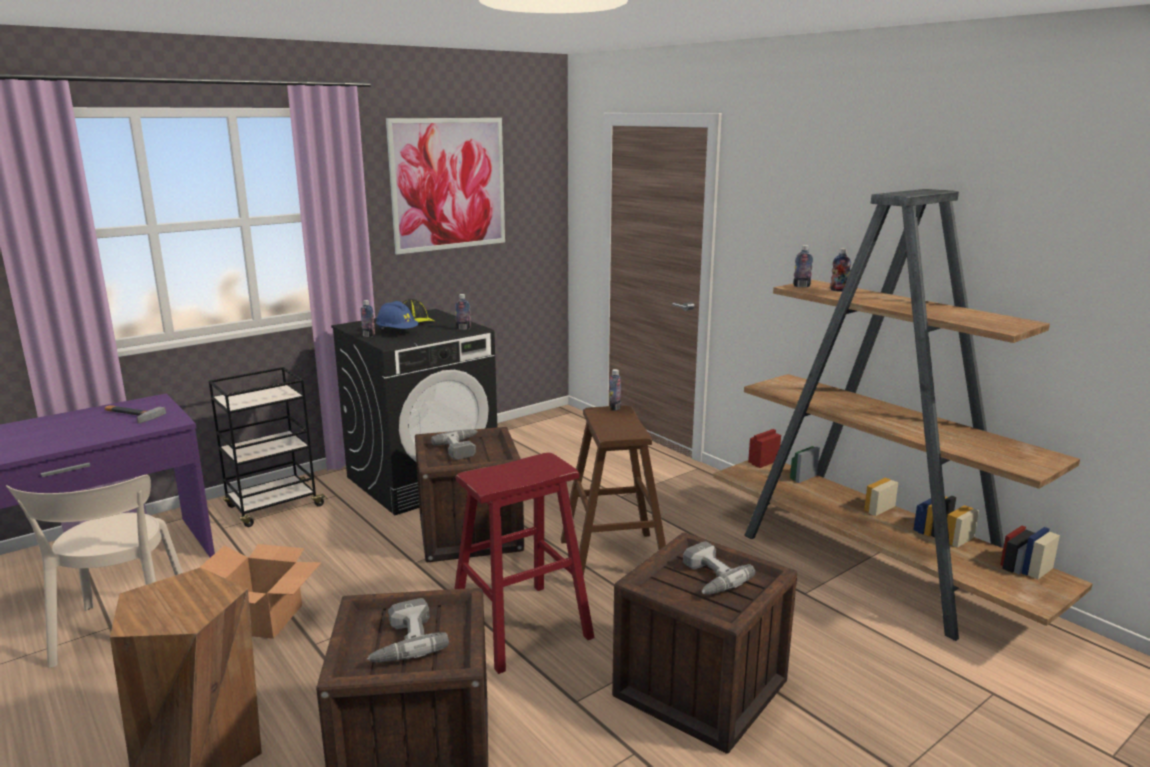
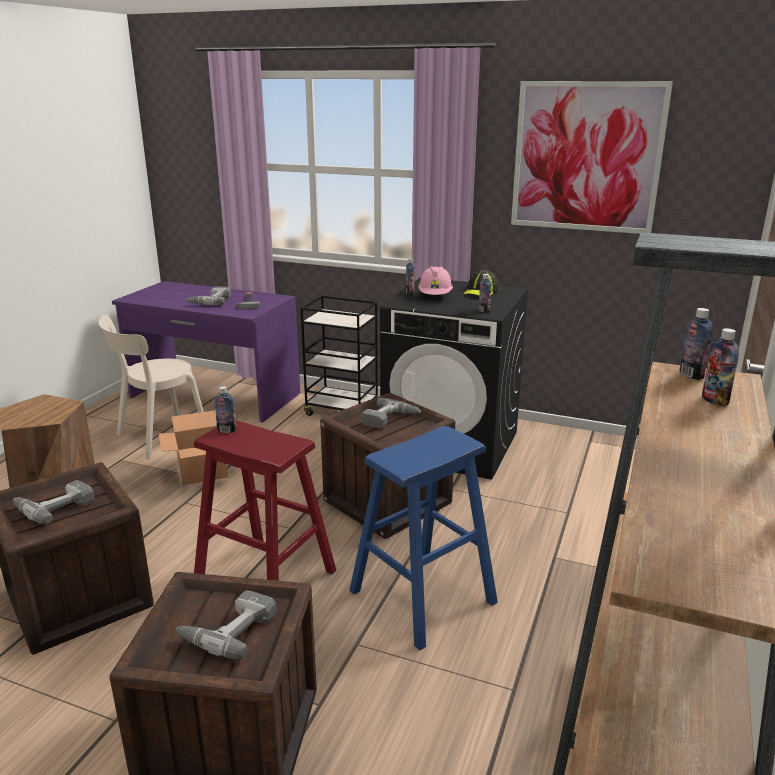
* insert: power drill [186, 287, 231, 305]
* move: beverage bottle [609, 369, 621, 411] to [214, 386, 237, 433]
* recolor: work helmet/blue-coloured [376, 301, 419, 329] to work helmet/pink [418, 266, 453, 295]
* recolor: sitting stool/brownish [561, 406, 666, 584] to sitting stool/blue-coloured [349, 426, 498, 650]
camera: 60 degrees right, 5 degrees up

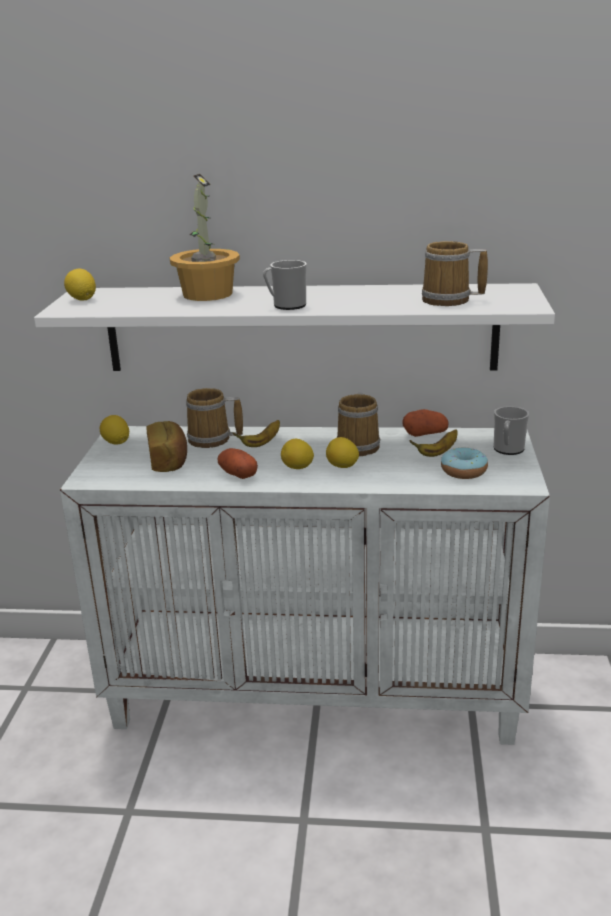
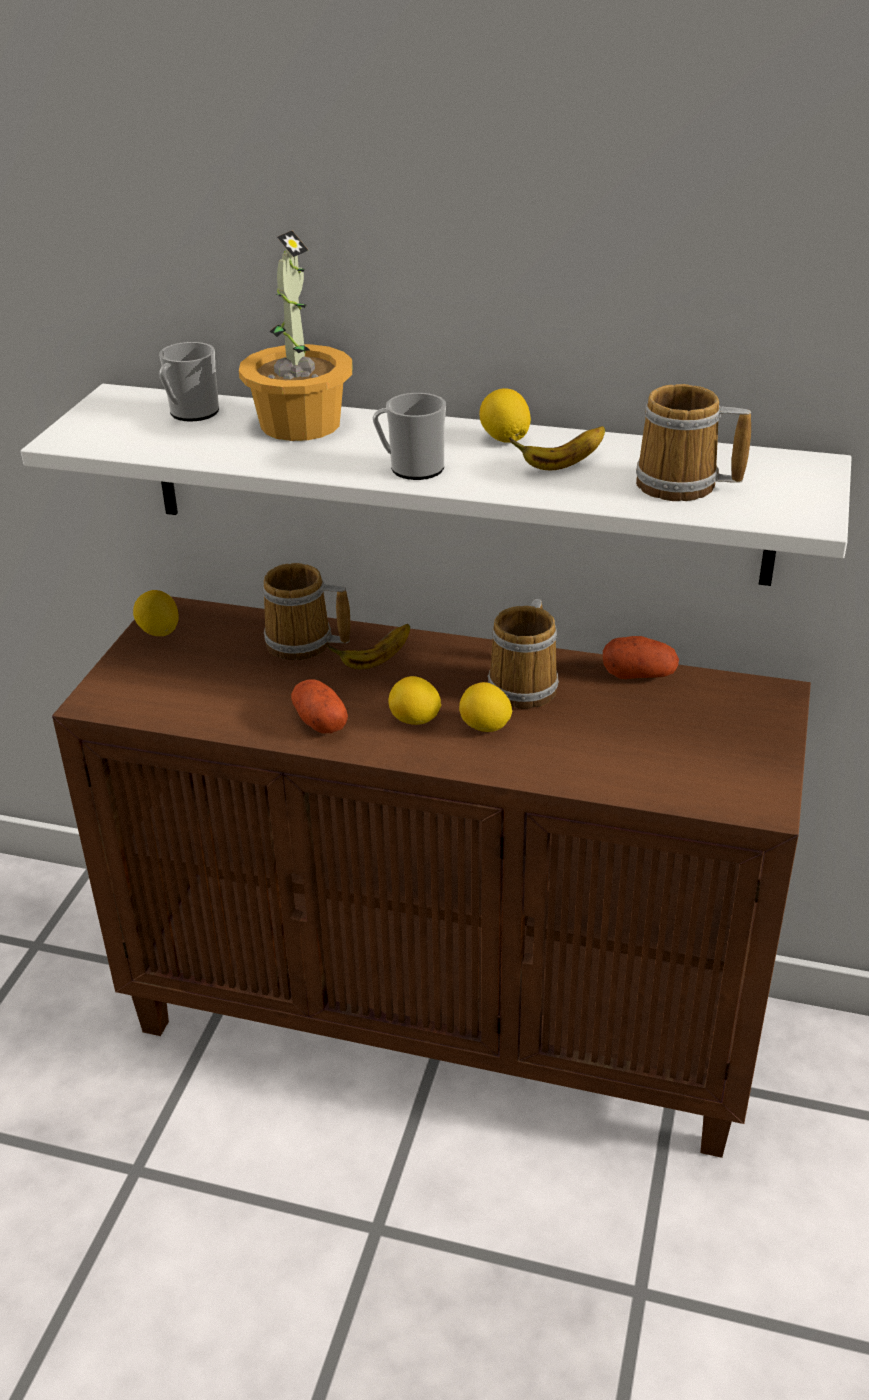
* delete: baked bread [146, 421, 187, 472]
* delete: doughnut [441, 447, 488, 479]
* move: lemon [64, 269, 96, 300] to [479, 388, 531, 443]
* move: banana [409, 429, 458, 457] to [509, 426, 605, 470]
* move: coffee mug [494, 406, 529, 455] to [159, 342, 219, 422]
* recolor: cabinet/white [60, 426, 550, 745] to cabinet/brownish [52, 596, 811, 1158]
camera: 10 degrees right, 10 degrees up

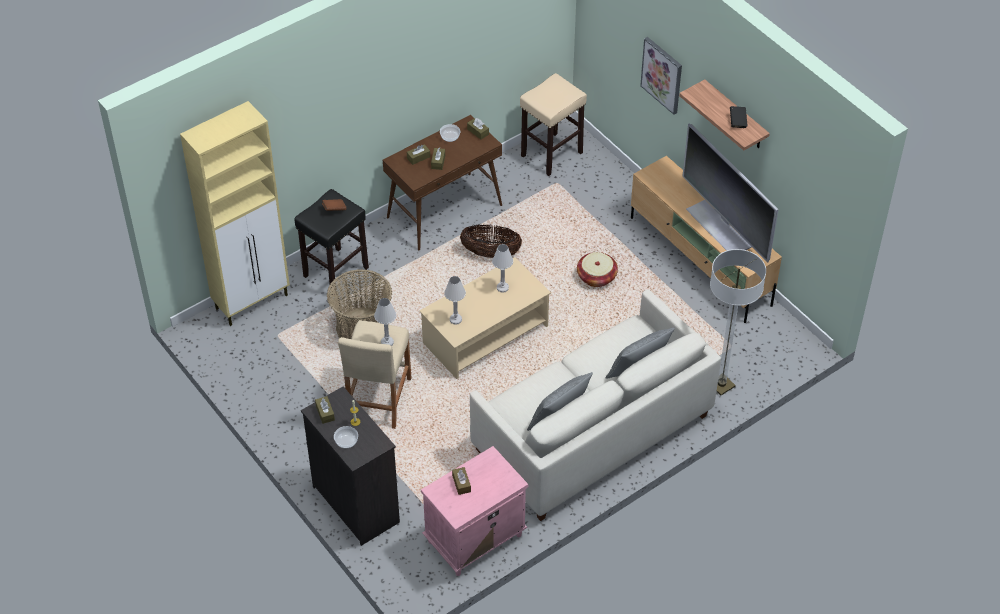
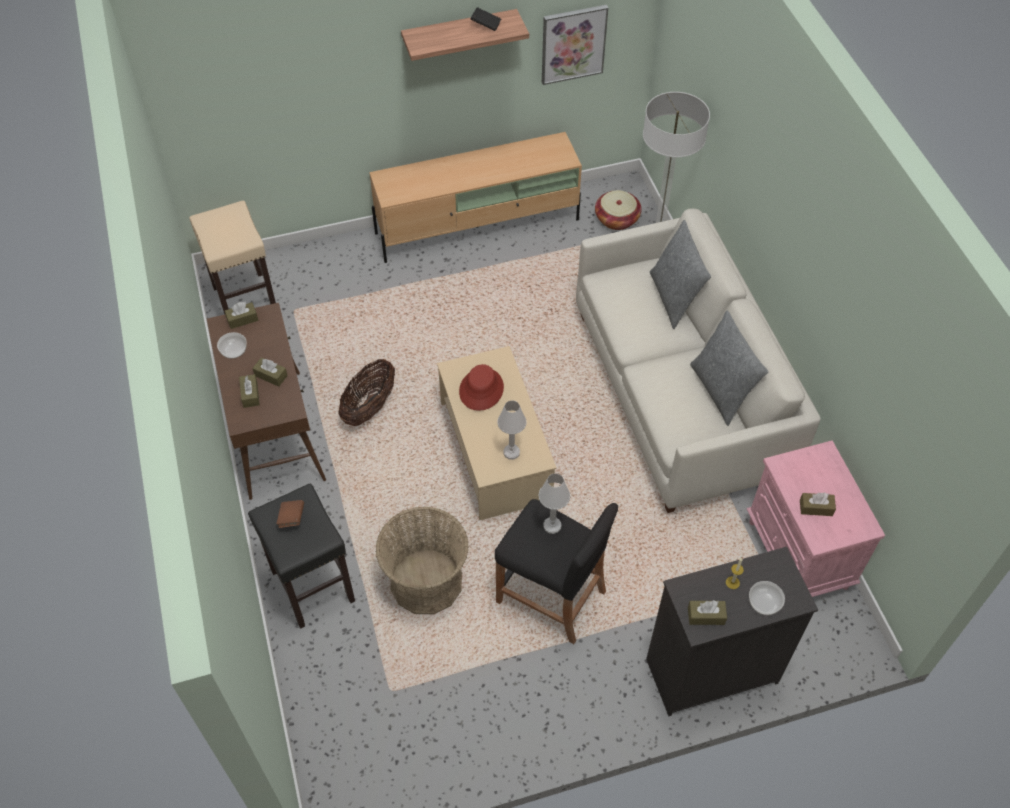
* delete: cabinet/beige-coloured [180, 101, 290, 326]
* delete: TV set [682, 124, 778, 263]
* move: household basket [577, 252, 618, 287] to [595, 190, 642, 230]
* move: picture [640, 37, 682, 115] to [542, 5, 608, 85]
* replace: lamp for a table/white [492, 244, 513, 293] to clothing hat/red-coloured [459, 364, 504, 411]
* recolor: sitting stool/beige-coloured [338, 320, 411, 429] to sitting stool/black [495, 499, 618, 644]
camera: 70 degrees left, 5 degrees up

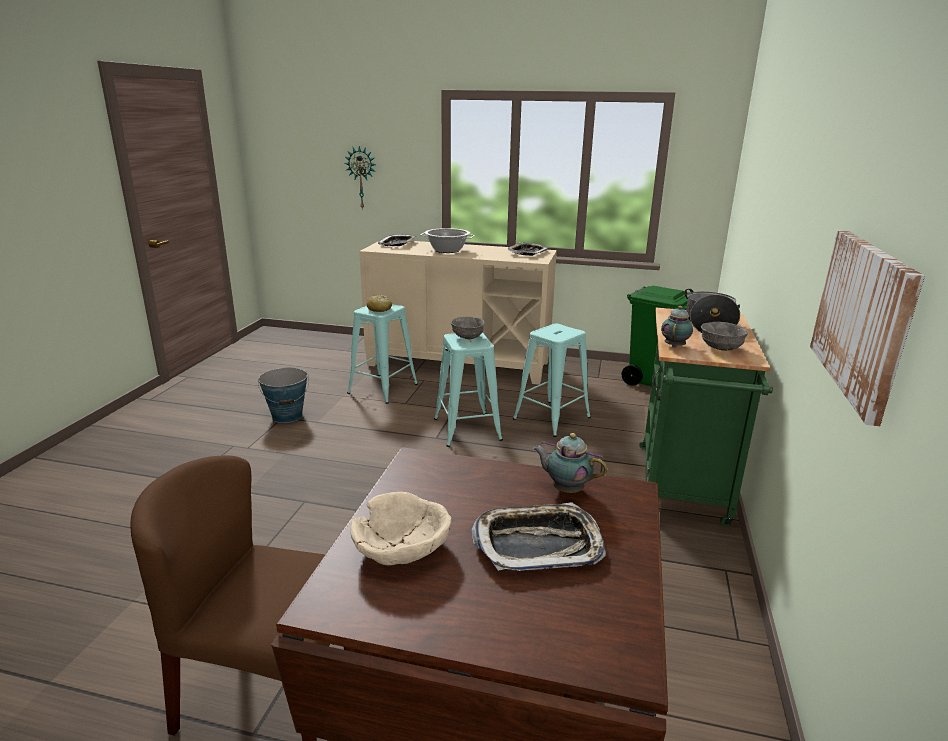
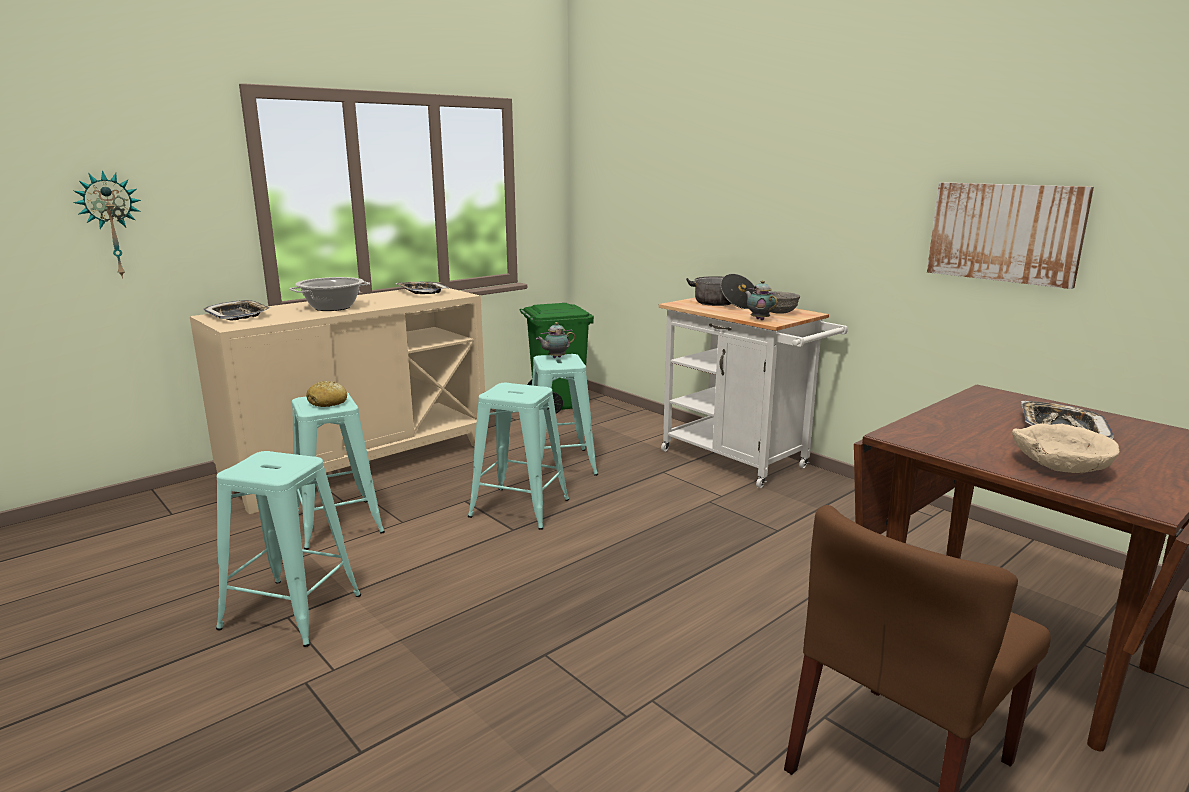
* delete: serving bowl/gray [451, 317, 485, 339]
* move: tea pot [533, 433, 607, 493] to [536, 322, 575, 358]
* replace: bucket [258, 368, 309, 423] to sitting stool/turquoise-coloured [216, 451, 361, 647]
* recolor: trolley/green [639, 308, 773, 527] to trolley/white [658, 298, 848, 488]
camera: 55 degrees left, 5 degrees down

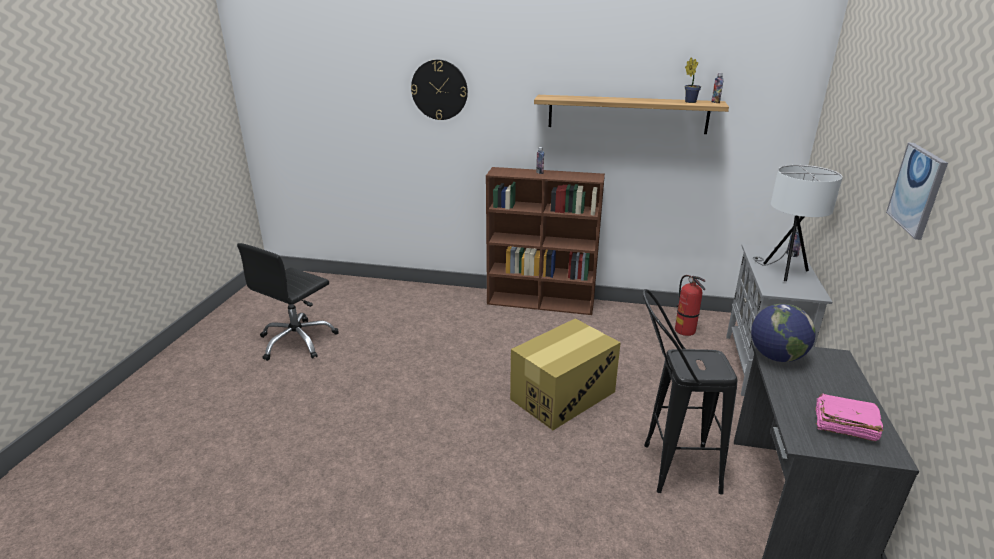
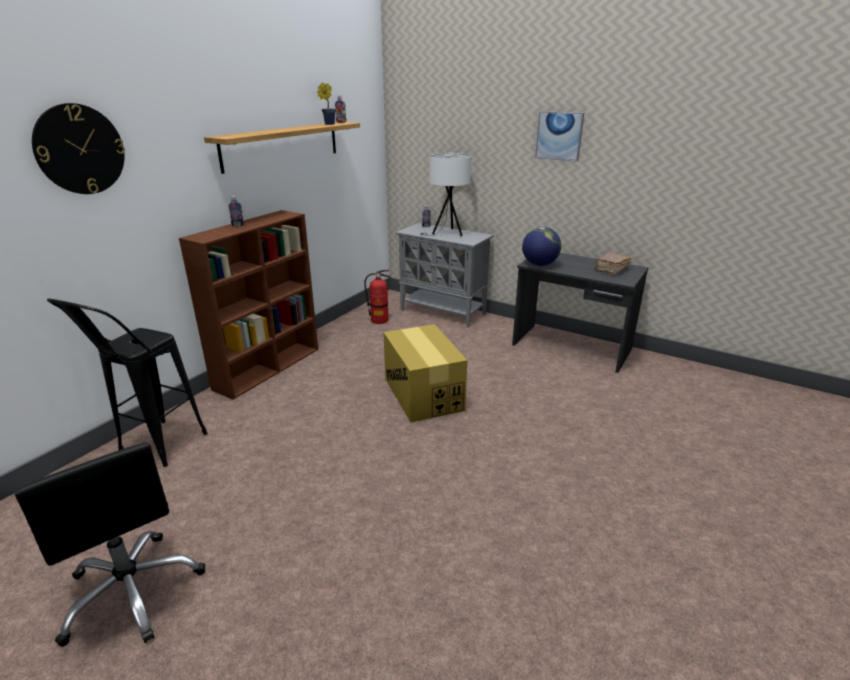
* move: sitting stool/black [642, 289, 738, 494] to [47, 298, 208, 467]
* recolor: book/pink [815, 393, 883, 441] to book/brownish [595, 252, 631, 275]
camera: 70 degrees left, 0 degrees up

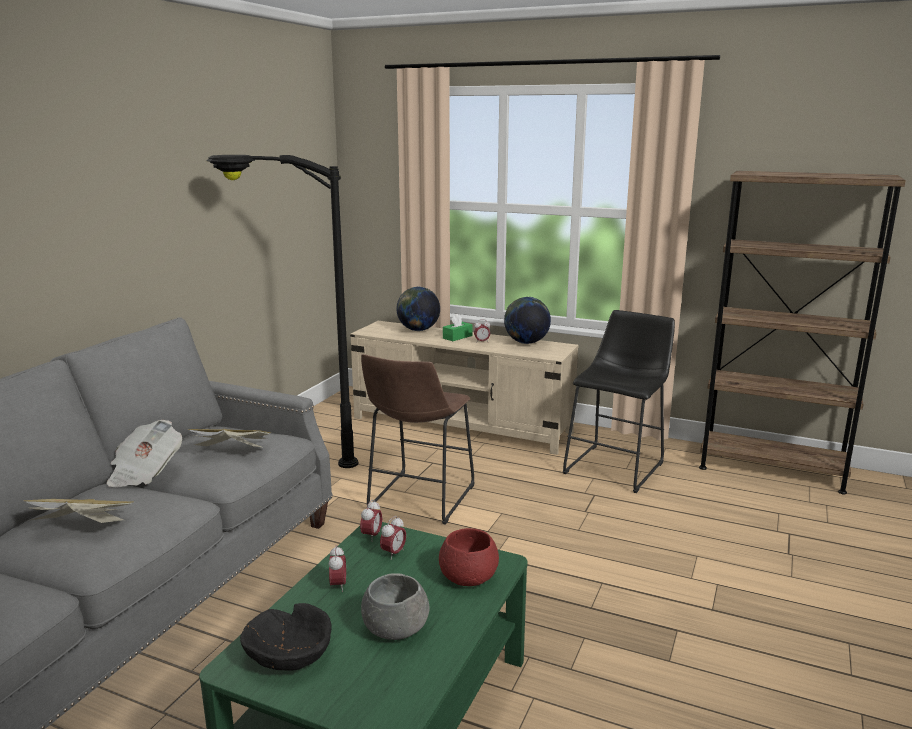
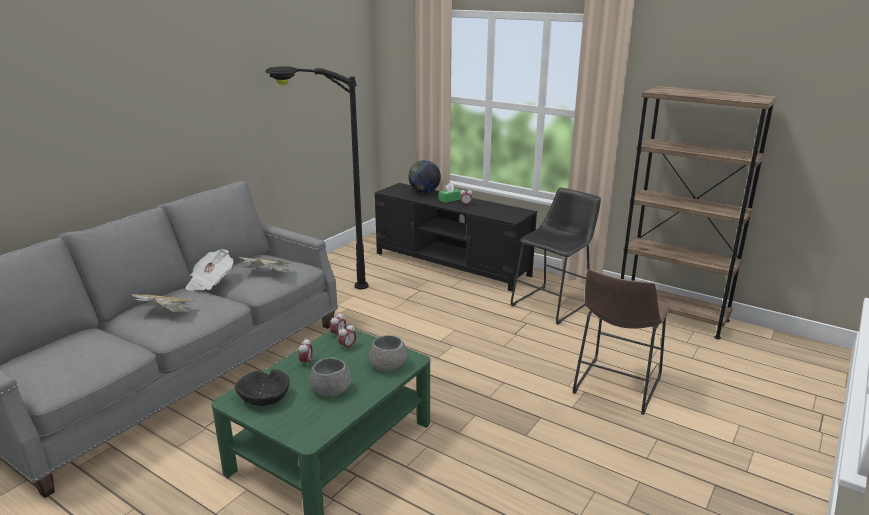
* delete: world globe [504, 297, 551, 344]
* move: sitting stool/brownish [361, 354, 475, 525] to [573, 269, 670, 415]
* recolor: media console/beige-coloured [350, 321, 579, 455] to media console/black [375, 183, 537, 292]
* recolor: serving bowl/red-coloured [439, 528, 499, 586] to serving bowl/gray [369, 335, 407, 371]
camera: 10 degrees right, 5 degrees up

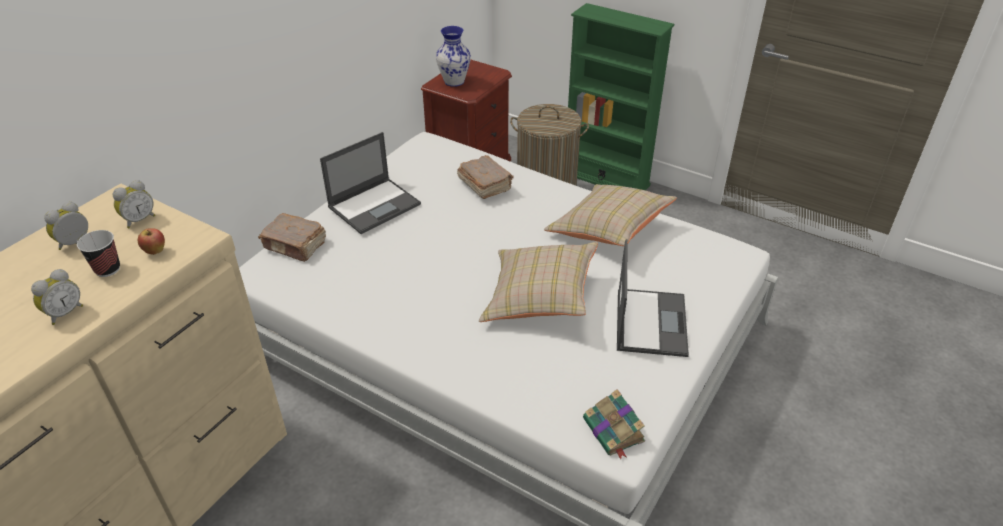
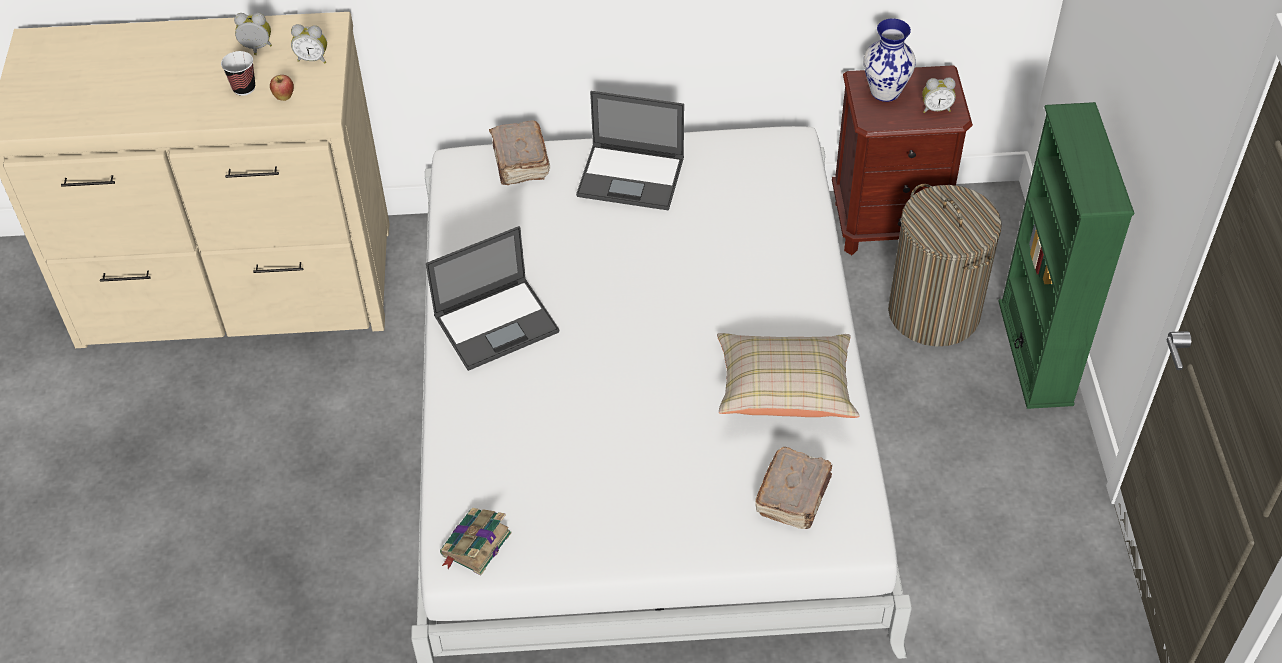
* delete: cushion/beige-coloured [479, 242, 598, 322]
* move: alarm clock [31, 269, 83, 325] to [922, 77, 956, 113]
* move: book/brownish [457, 155, 514, 199] to [755, 447, 832, 529]
* move: notebook computer [617, 239, 689, 357] to [426, 226, 560, 371]
camera: 55 degrees right, 10 degrees up

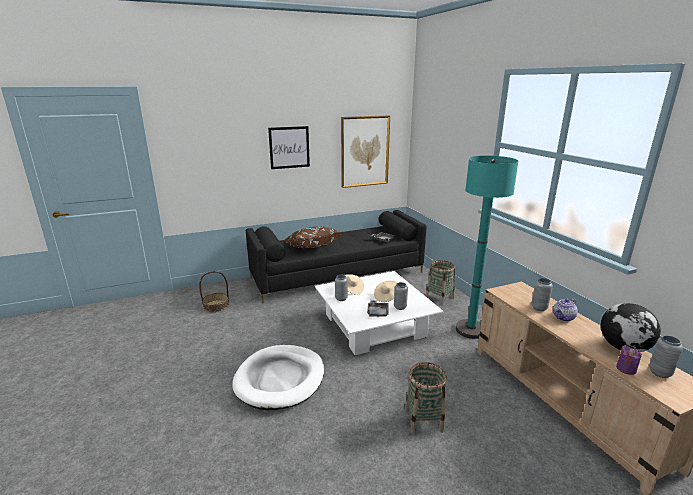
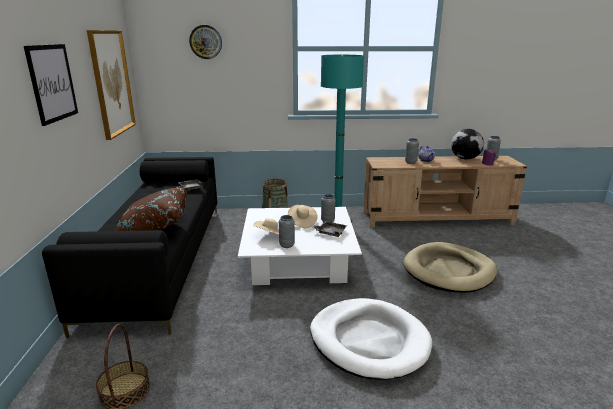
* insert: wall clock [189, 25, 222, 59]
* replace: household basket [405, 362, 447, 434] to pet bed/beige-coloured [403, 242, 497, 293]
camera: 70 degrees left, 0 degrees up

